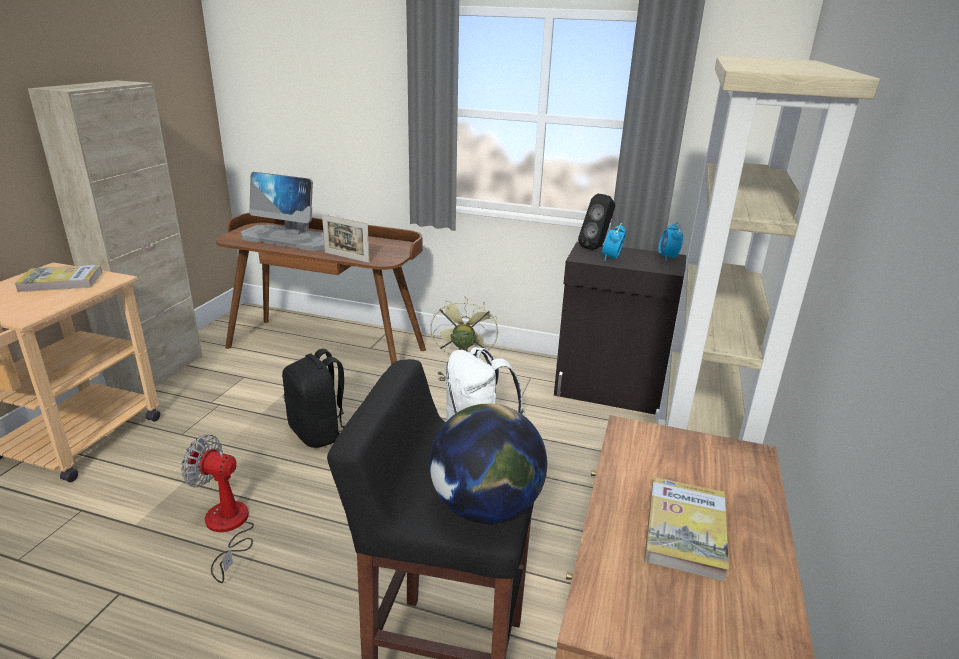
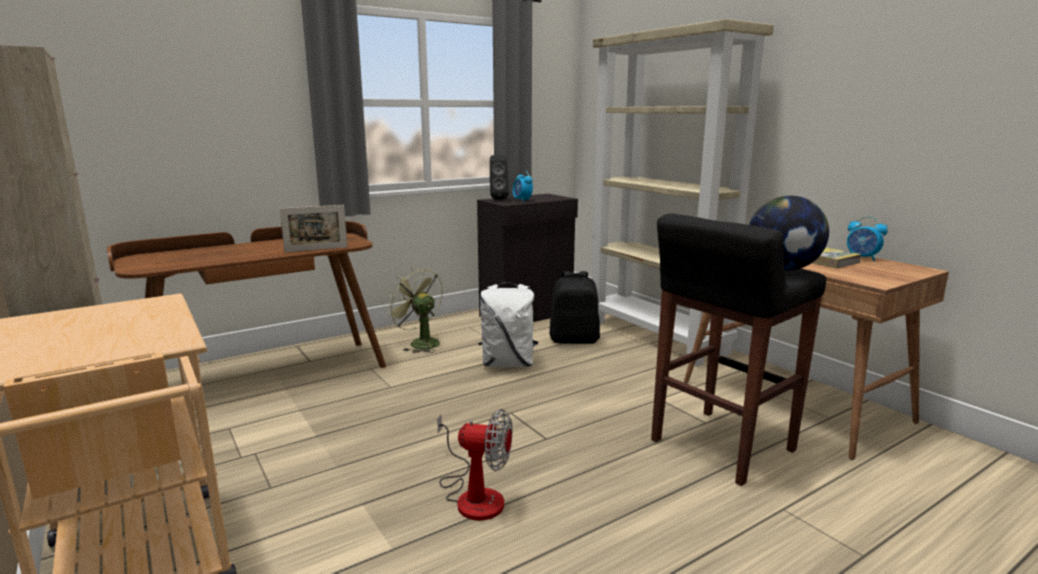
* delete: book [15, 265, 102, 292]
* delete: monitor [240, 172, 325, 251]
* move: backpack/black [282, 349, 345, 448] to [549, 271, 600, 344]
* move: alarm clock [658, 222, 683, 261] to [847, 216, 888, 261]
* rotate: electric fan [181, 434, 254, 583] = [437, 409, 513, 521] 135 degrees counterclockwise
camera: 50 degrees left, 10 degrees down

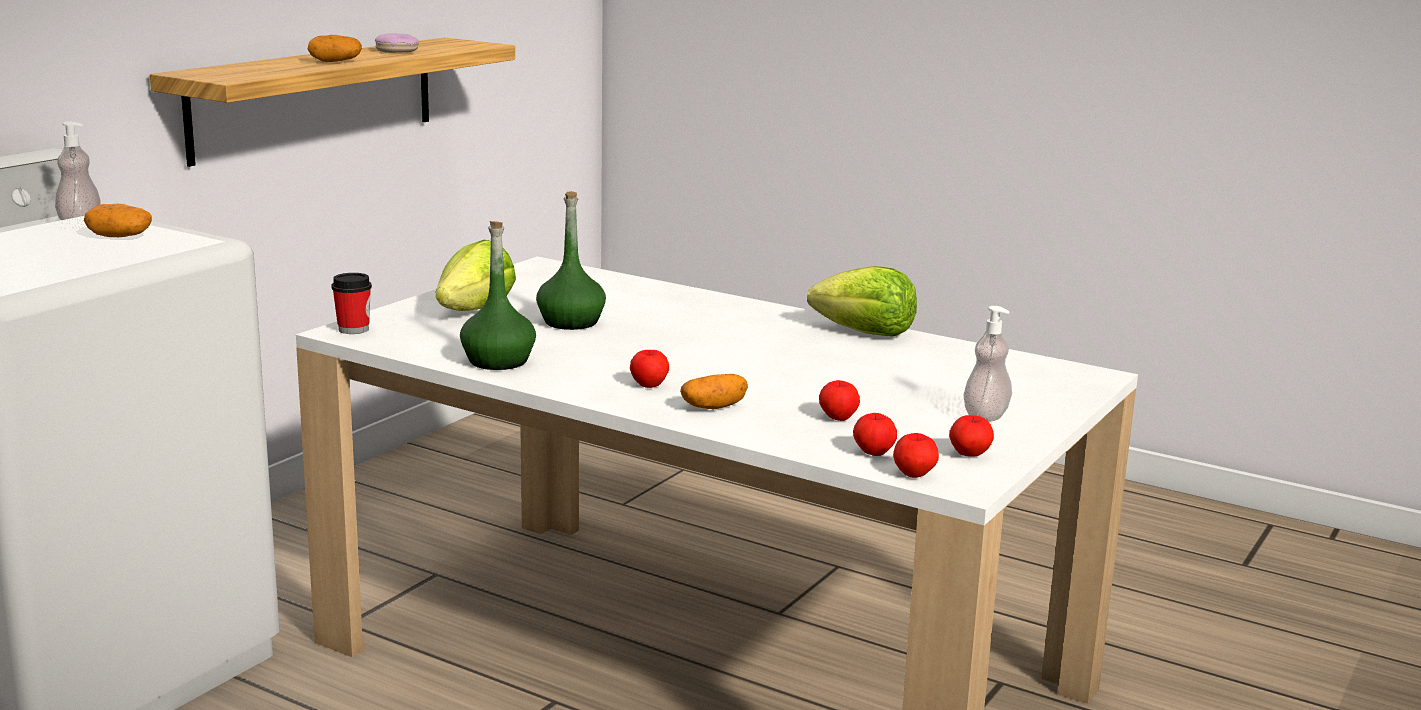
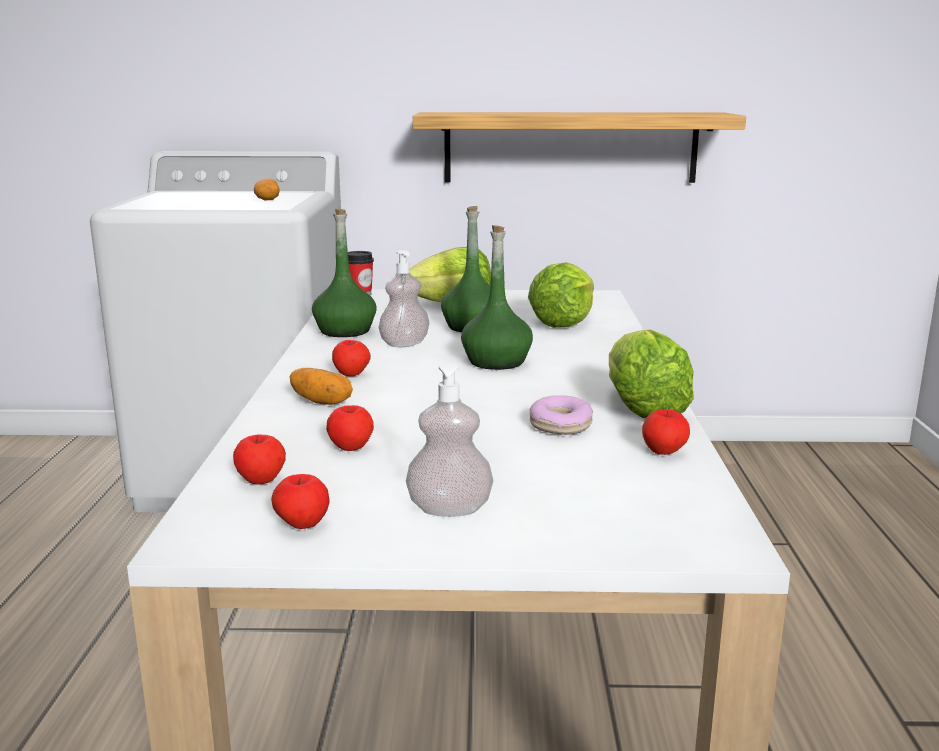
* delete: potato [308, 35, 362, 62]
* insert: beverage bottle/green [461, 225, 533, 370]
* insert: lettuce head [528, 262, 594, 328]
* move: soap dispenser [55, 122, 101, 228] to [379, 250, 429, 347]
* move: doughnut [375, 33, 419, 53] to [530, 395, 593, 435]
* move: apple fruit [893, 433, 939, 478] to [642, 409, 690, 455]
camera: 60 degrees right, 0 degrees up

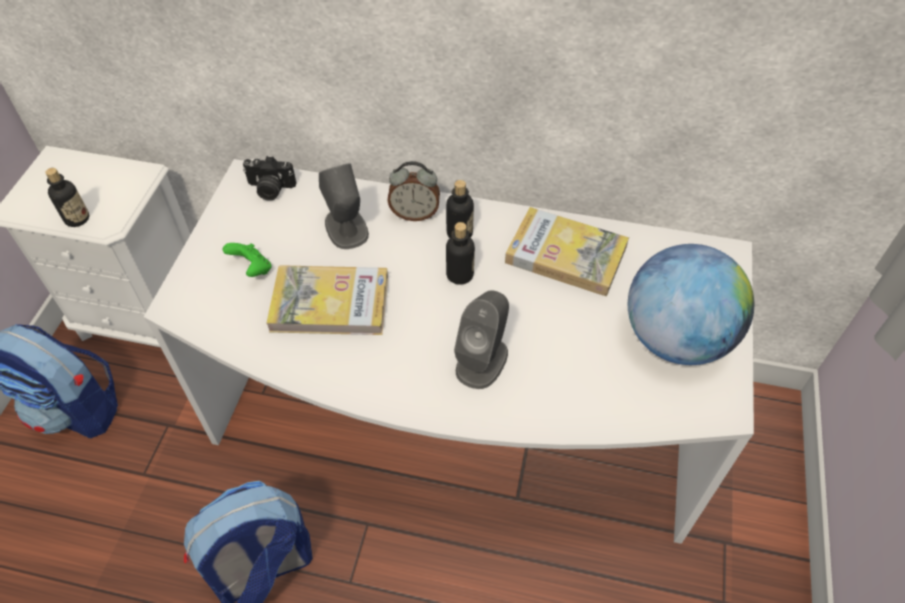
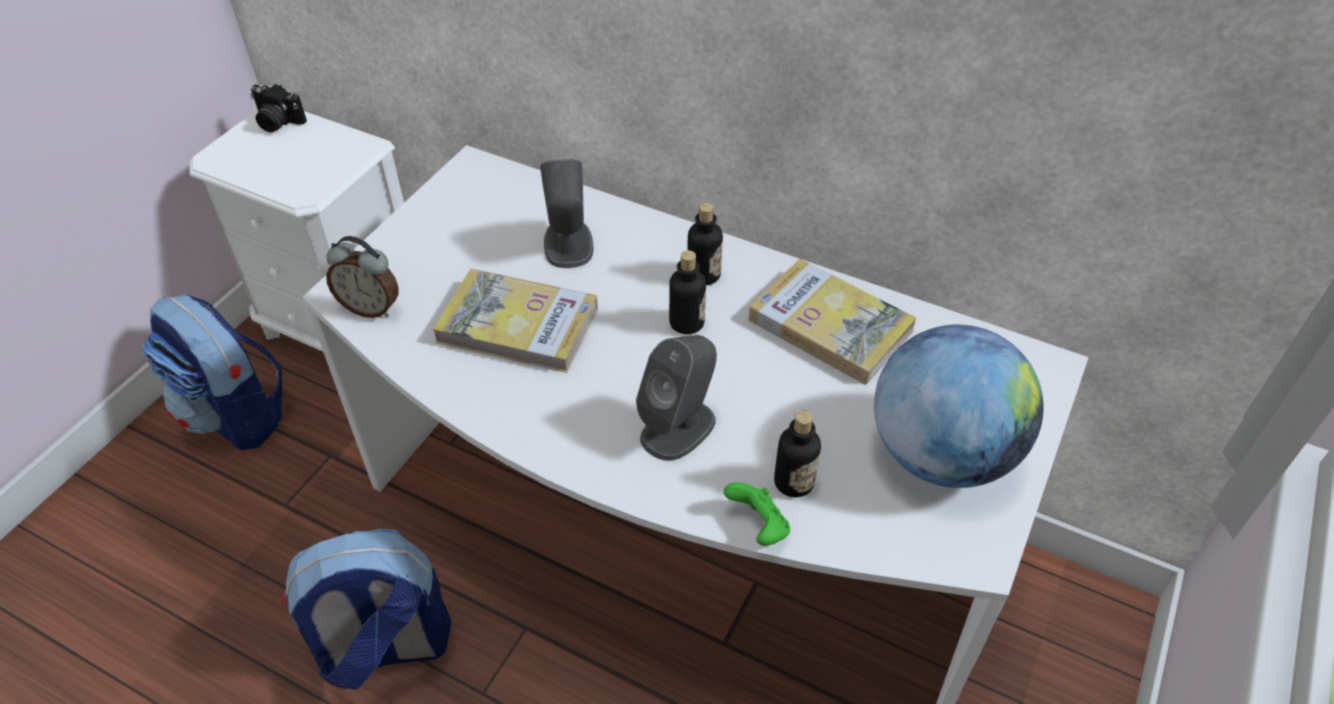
* move: beverage bottle [45, 168, 89, 227] to [774, 410, 821, 497]
* move: game controller/green [223, 243, 271, 277] to [724, 482, 790, 546]
* move: still camera [243, 156, 296, 201] to [250, 84, 307, 132]
* move: alarm clock [387, 161, 440, 221] to [326, 236, 398, 318]
camera: 15 degrees right, 5 degrees down

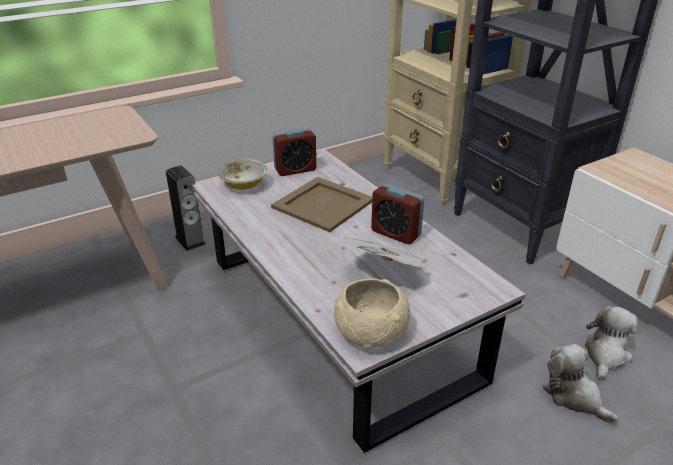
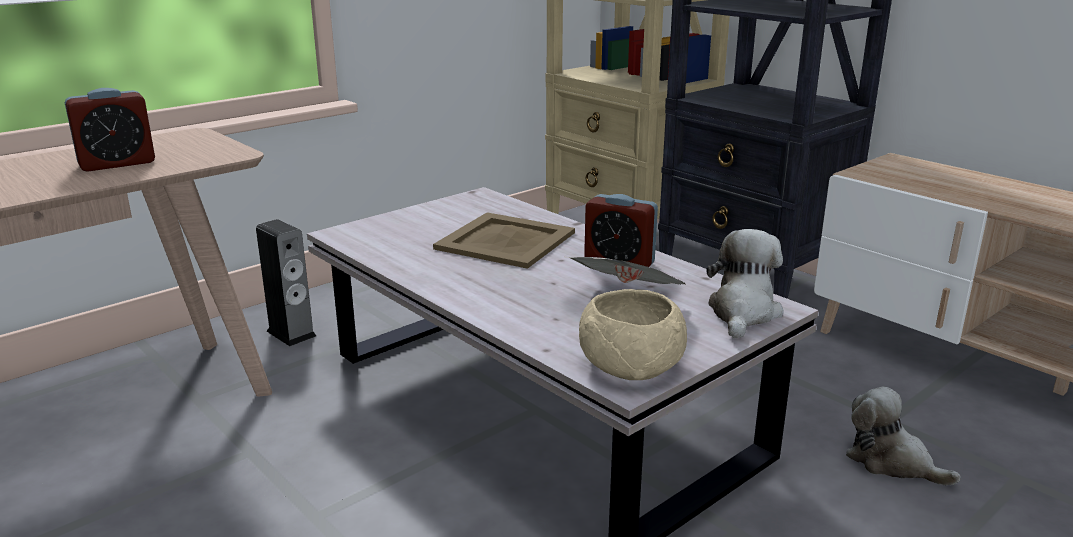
* delete: serving bowl [217, 158, 267, 190]
* move: alarm clock [272, 128, 316, 176] to [65, 88, 155, 172]
* move: soft toy [585, 306, 638, 380] to [706, 229, 783, 339]
camera: 10 degrees left, 10 degrees down

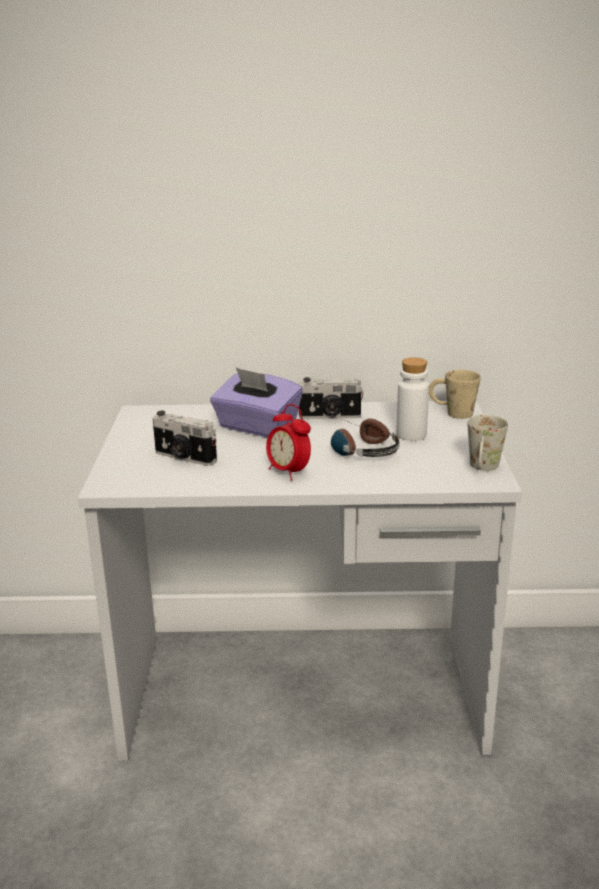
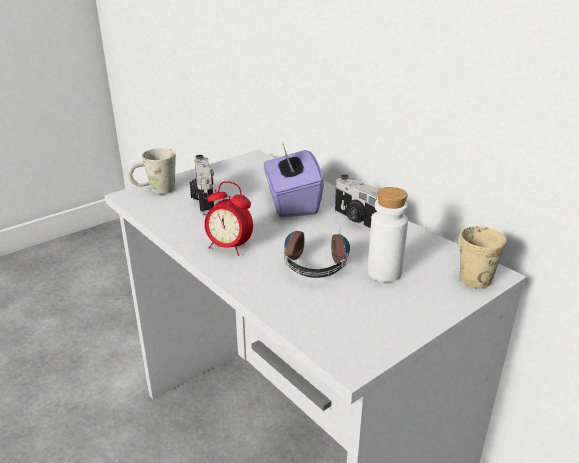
* move: coffee mug/white [467, 415, 508, 471] to [128, 148, 176, 194]
* rotate: alarm clock [266, 404, 311, 481] = [204, 181, 253, 256] 75 degrees counterclockwise
camera: 50 degrees right, 5 degrees up

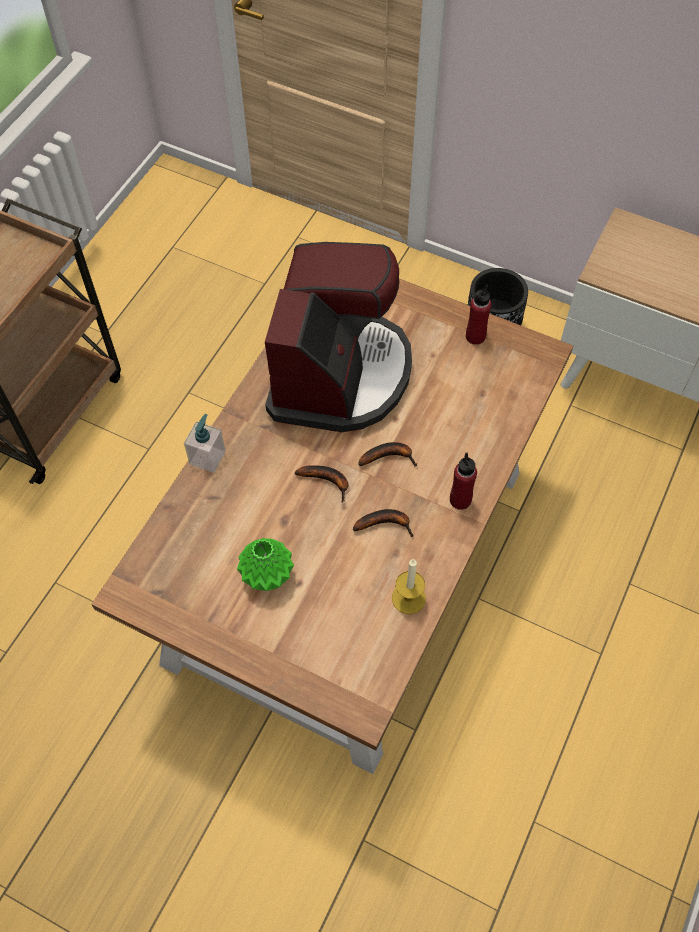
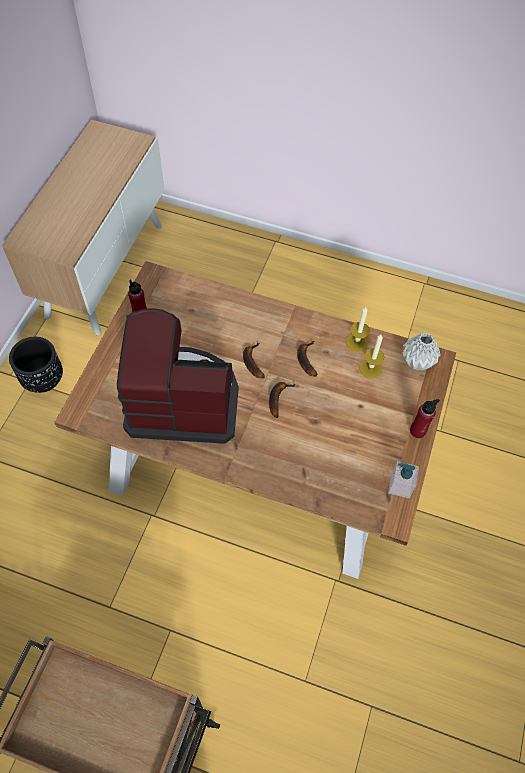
* delete: decorative vase/green [237, 538, 294, 591]
* insert: wax light [359, 334, 384, 379]
* insert: decorative vase/gray [403, 333, 441, 370]
* move: soap dispenser [184, 414, 226, 473] to [388, 461, 419, 498]
* move: beverage bottle/red-coloured [450, 453, 477, 510] to [410, 399, 440, 438]
camera: 100 degrees left, 0 degrees up

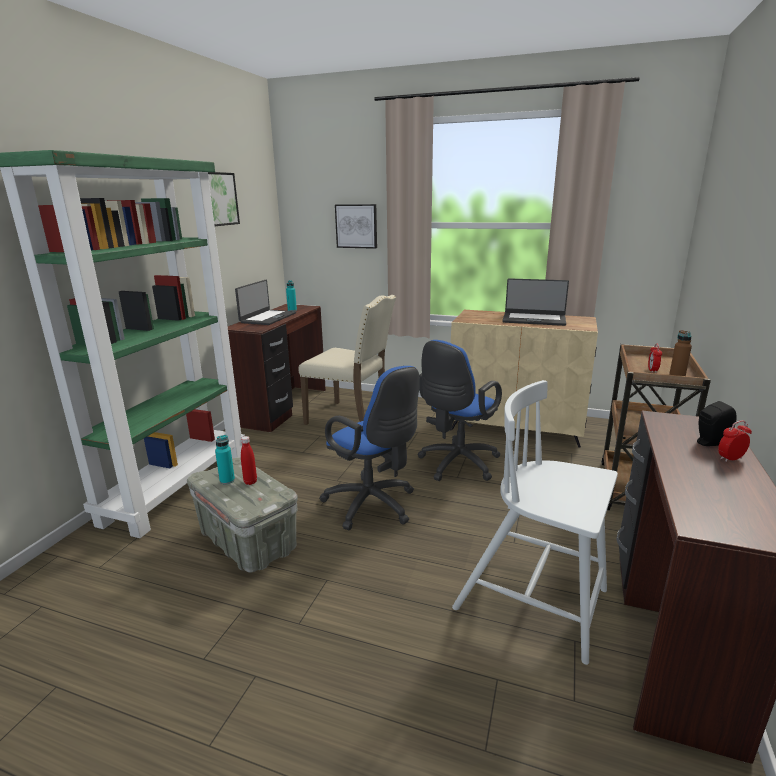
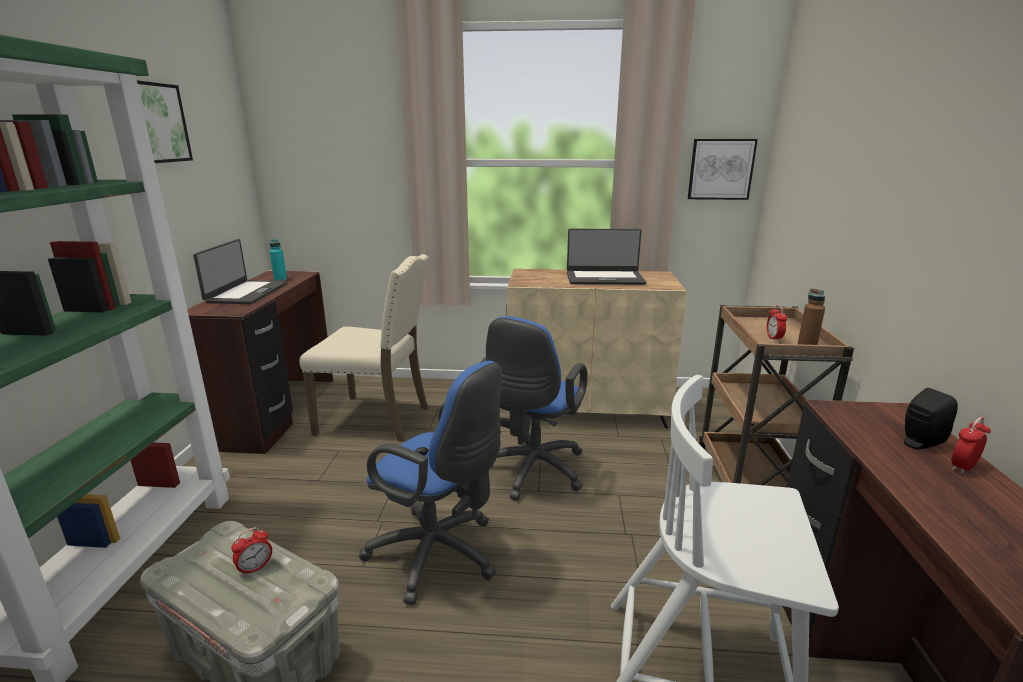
* delete: beverage bottle/turquoise-coloured [215, 435, 235, 484]
* move: picture [335, 204, 377, 249] to [687, 139, 758, 200]
* replace: beverage bottle/red-coloured [241, 436, 257, 485] to alarm clock [231, 527, 272, 577]
camera: 15 degrees left, 0 degrees up

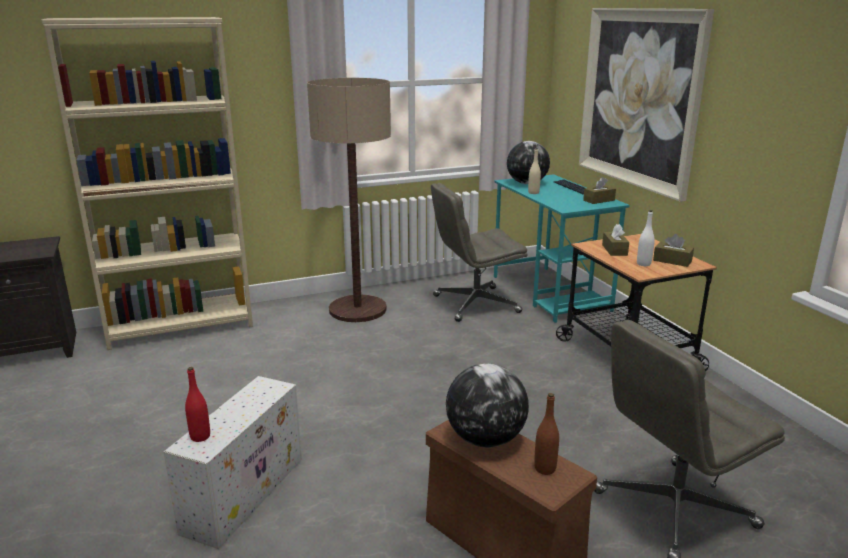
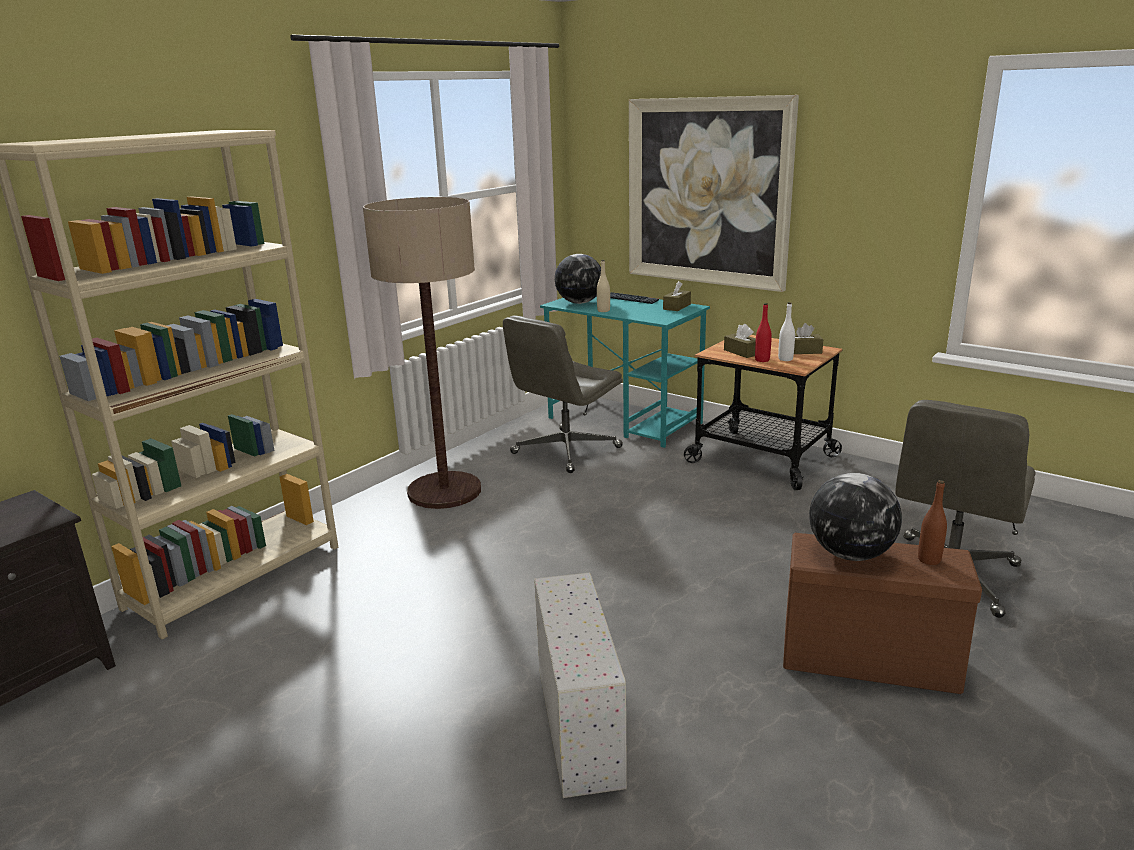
* move: beverage bottle/red-coloured [185, 367, 210, 442] to [755, 303, 772, 362]
camera: 30 degrees left, 0 degrees up

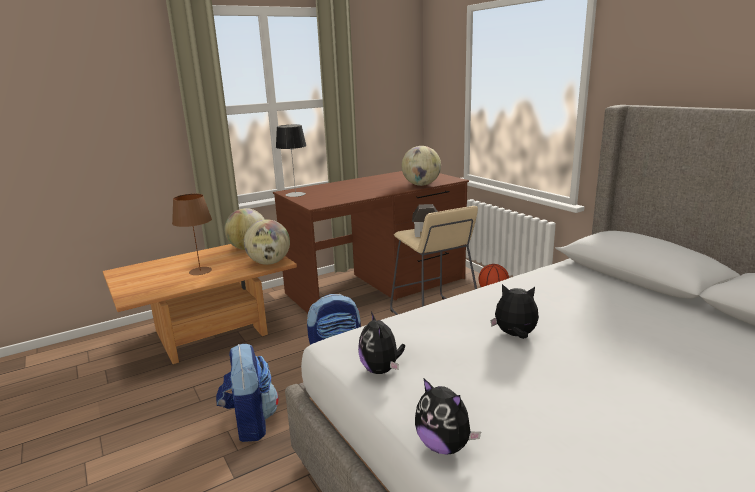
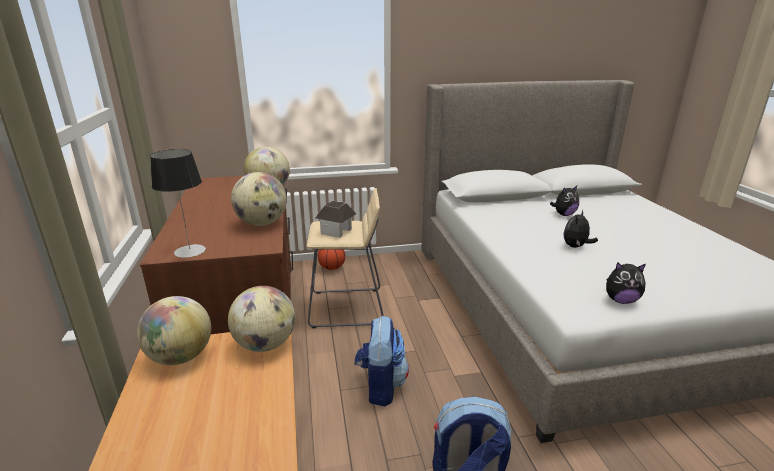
* delete: lamp for a table/brownish [172, 194, 212, 275]
* insert: world globe [231, 172, 287, 226]
* move: soft toy [415, 379, 481, 455] to [550, 185, 579, 216]
camera: 70 degrees left, 5 degrees up

